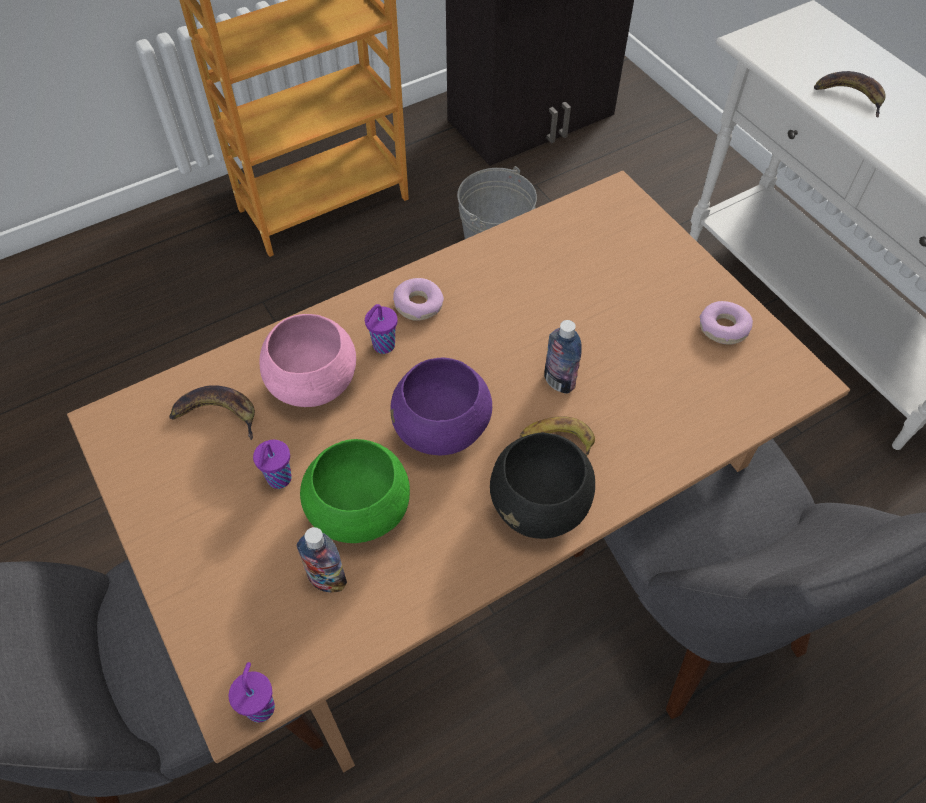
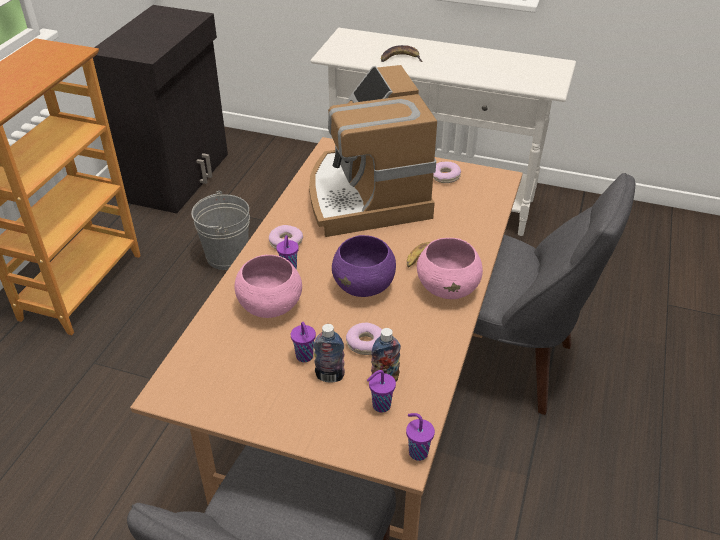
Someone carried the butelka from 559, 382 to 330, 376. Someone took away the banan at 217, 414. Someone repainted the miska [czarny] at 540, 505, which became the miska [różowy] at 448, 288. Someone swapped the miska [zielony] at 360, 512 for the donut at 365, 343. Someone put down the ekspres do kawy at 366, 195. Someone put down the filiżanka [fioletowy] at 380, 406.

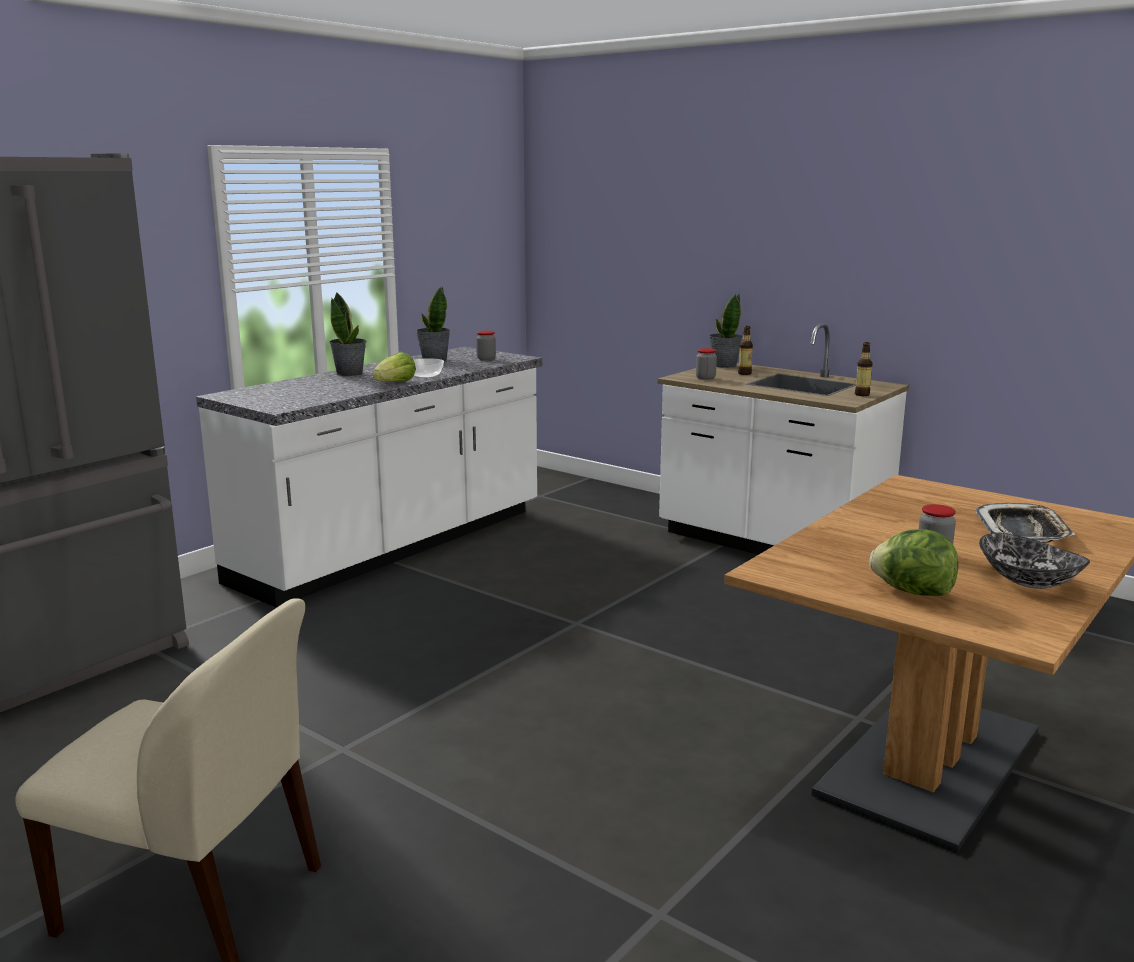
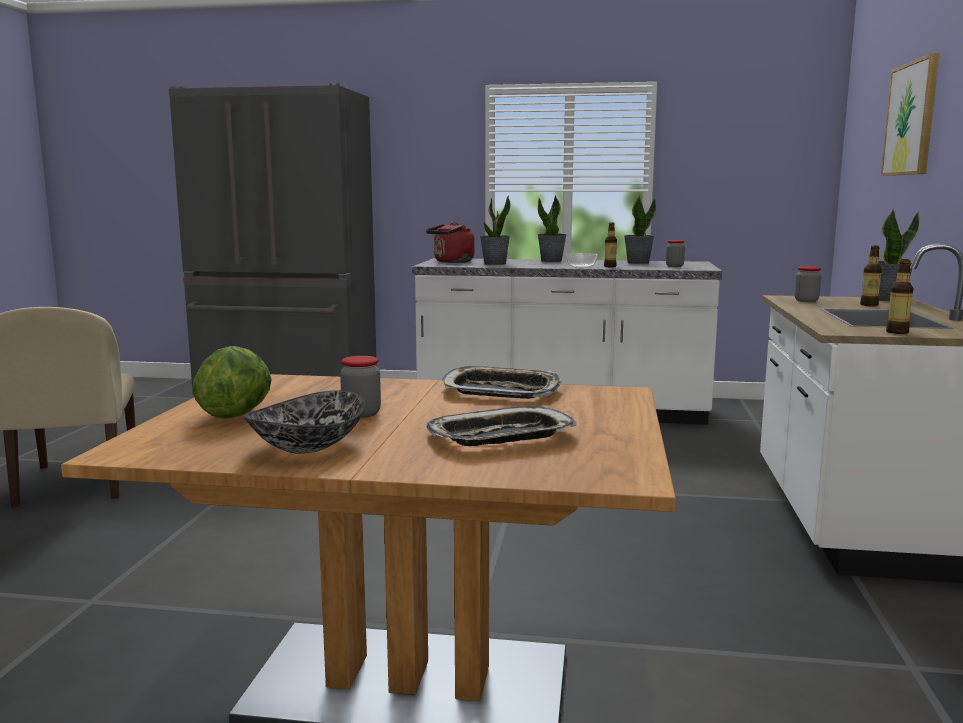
Someone took away the sałata at 395, 383. Someone put up the obraz at 911, 119. Someone put down the roślina doniczkowa at 495, 263. Someone put down the czajnik [czerwony] at 452, 262. Someone put down the butelka at 610, 266. Someone put down the taca at 501, 391.

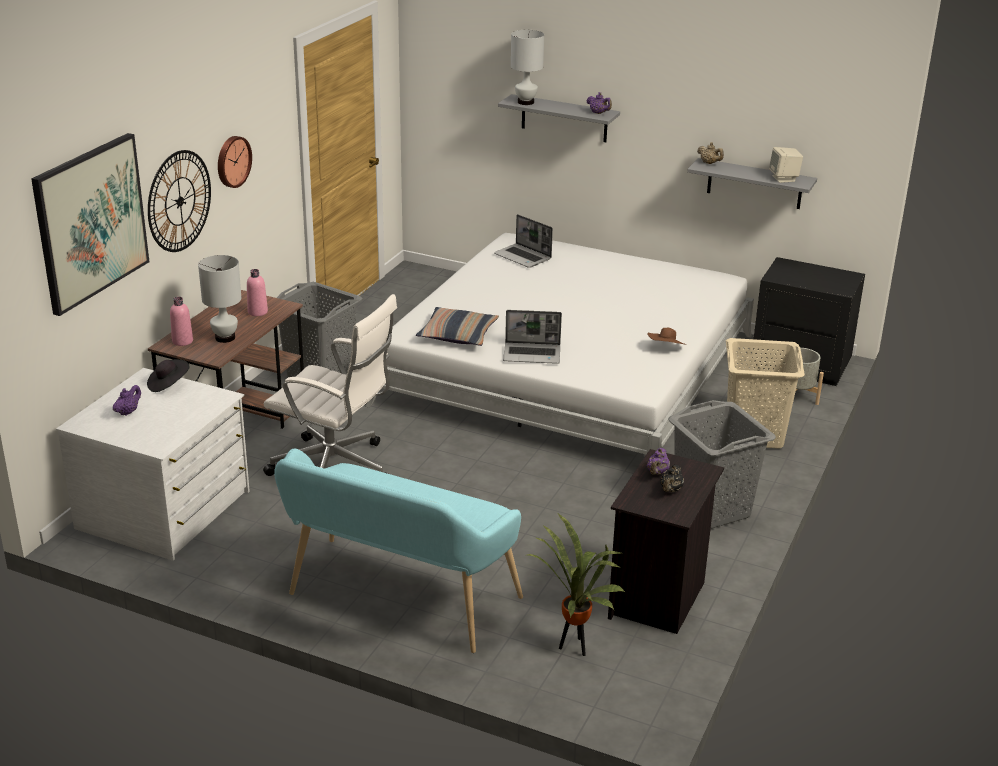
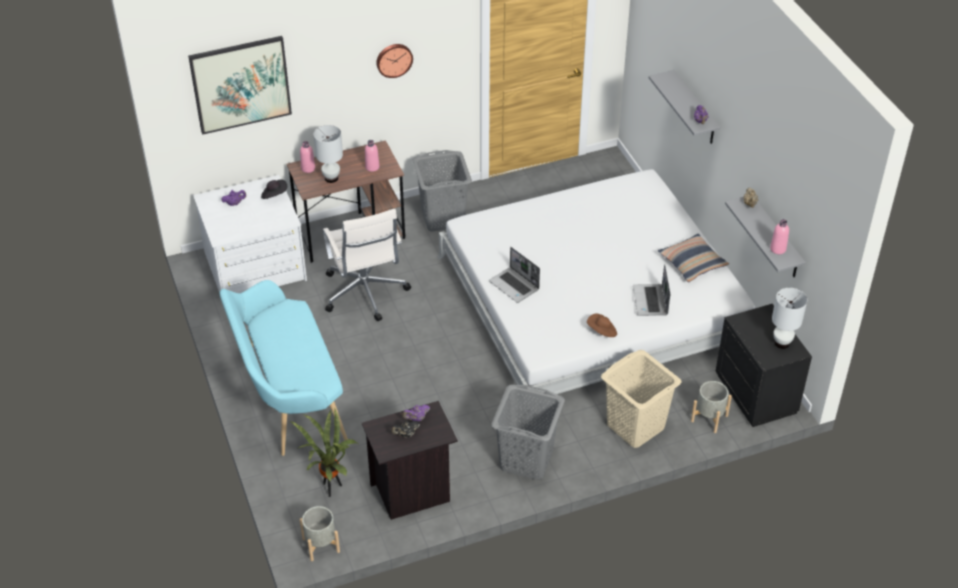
Someone carried the lampa stołowa [biały] from 525, 102 to 781, 343. Someone swapped the głośnik [beżowy] at 784, 178 for the butelka [różowy] at 778, 249. Someone took away the zegar ścienny at 179, 201. Someone carried the laptop from 523, 257 to 651, 301. Someone carried the poduszka from 458, 335 to 692, 263. Someone put down the donica [szary] at 320, 545.

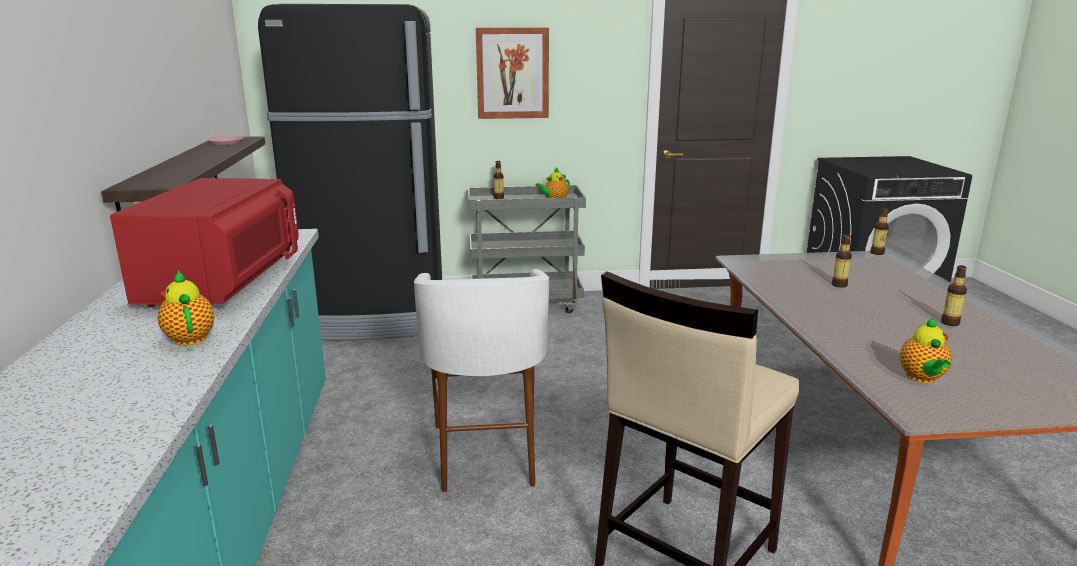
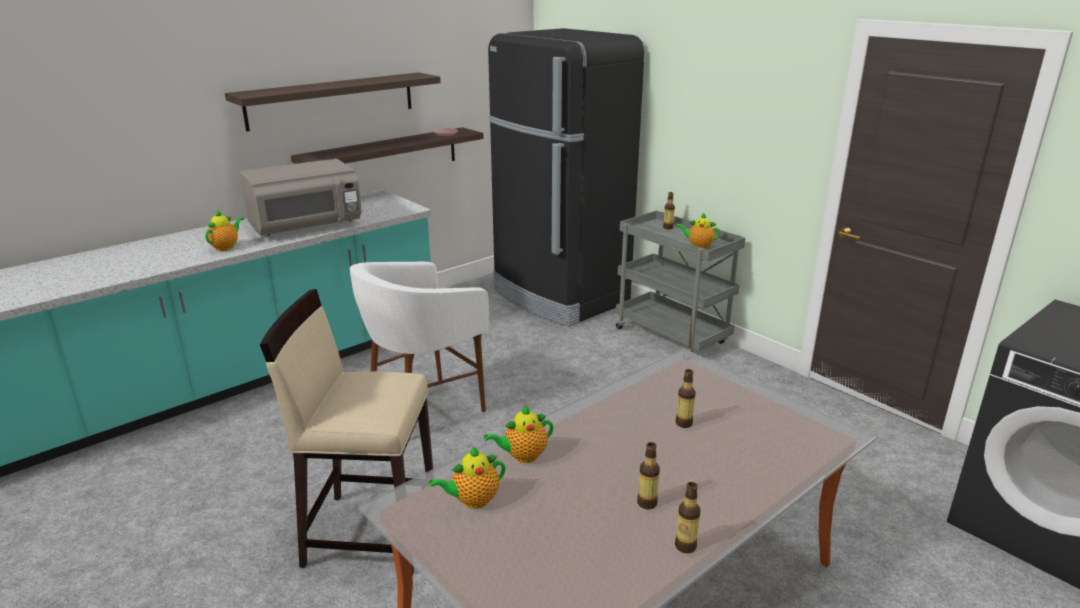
Someone took away the obraz at 512, 73. Someone repainted the mikrofalówka [czerwony] at 224, 284, which became the mikrofalówka [szary] at 306, 226. Someone carried the butelka from 877, 253 to 685, 546. Someone put up the półka at 332, 100. Someone put down the imbryk at 522, 456.

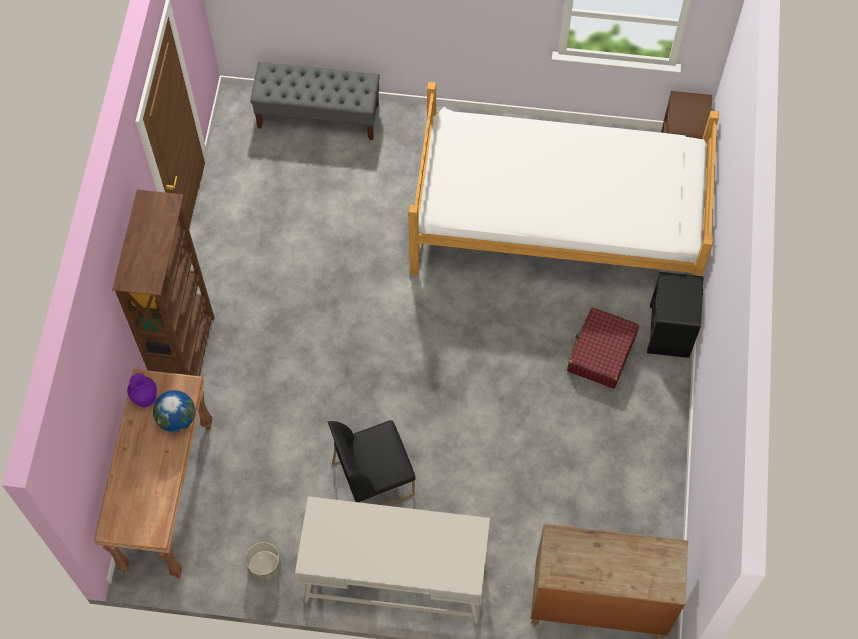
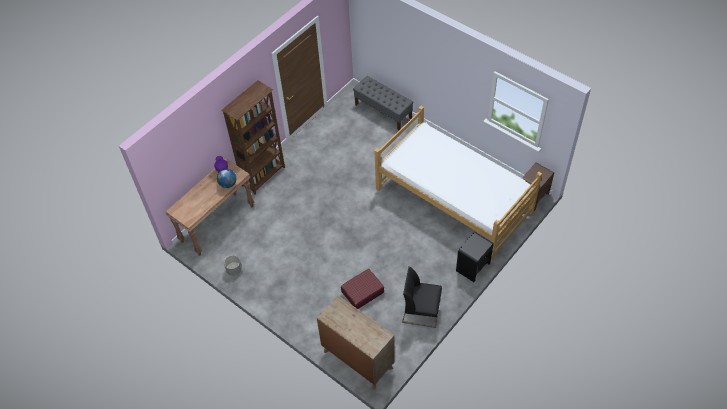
Someone carried the walizka [czerwony] from 601, 353 to 362, 292. Someone carried the krzesło [czarny] from 373, 478 to 421, 311. Someone took away the biurko [biały] at 395, 575.

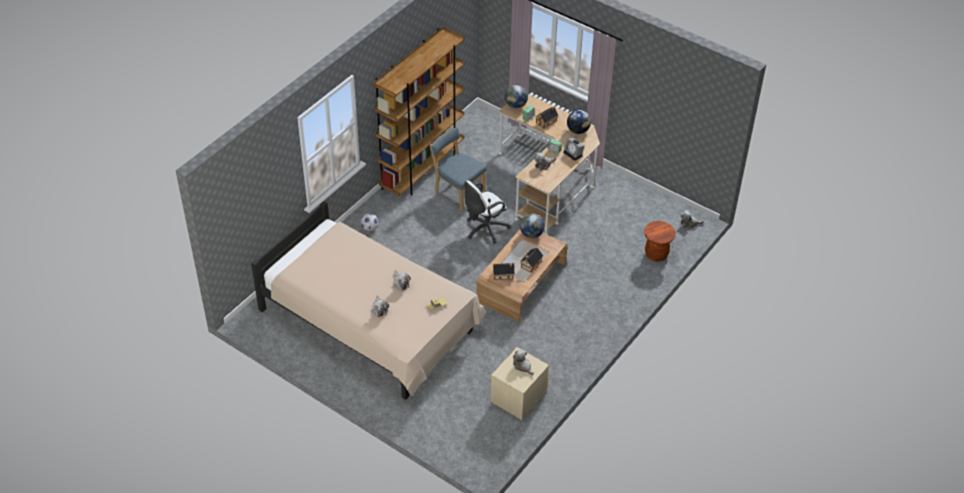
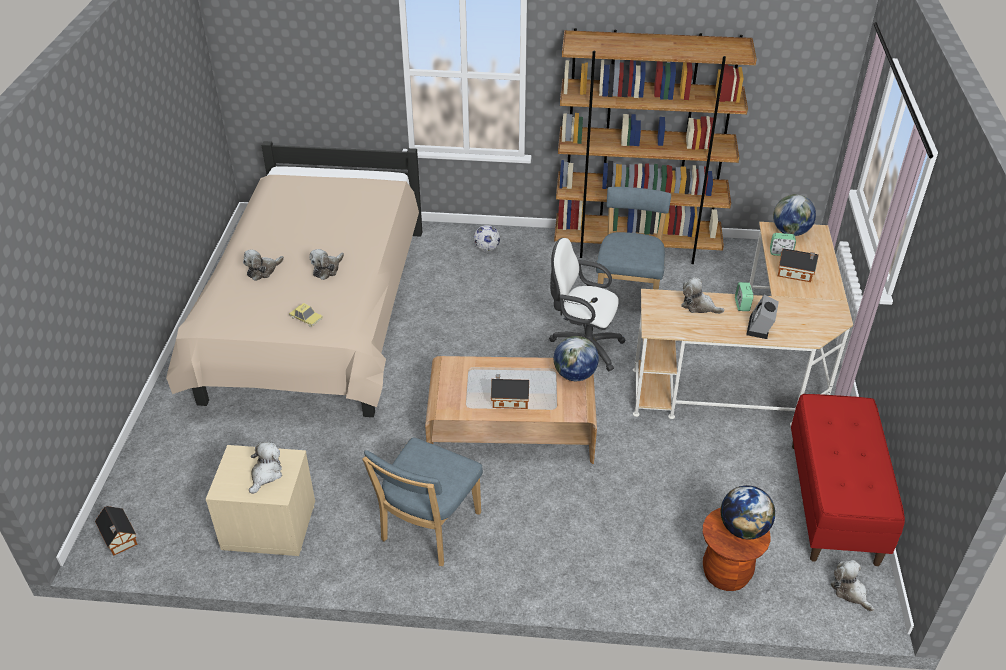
Someone carried the globus from 578, 130 to 743, 528. Someone carried the domek from 504, 275 to 119, 539. Someone put down the ławka [czerwony] at 834, 502. Someone put down the krzesło [niebieski] at 428, 530.

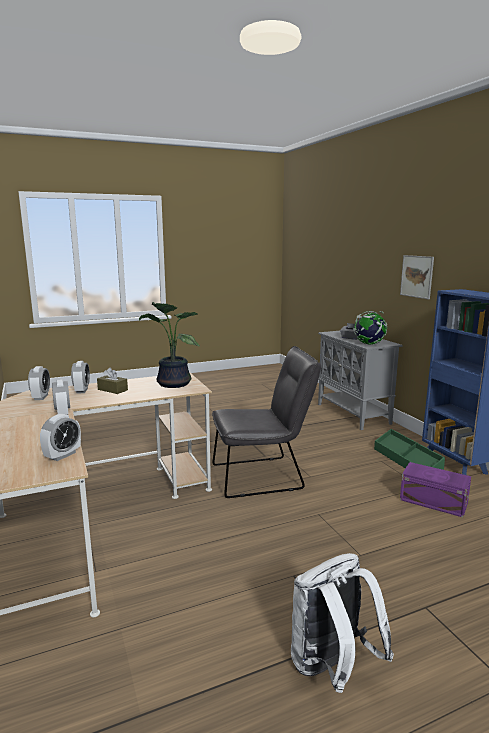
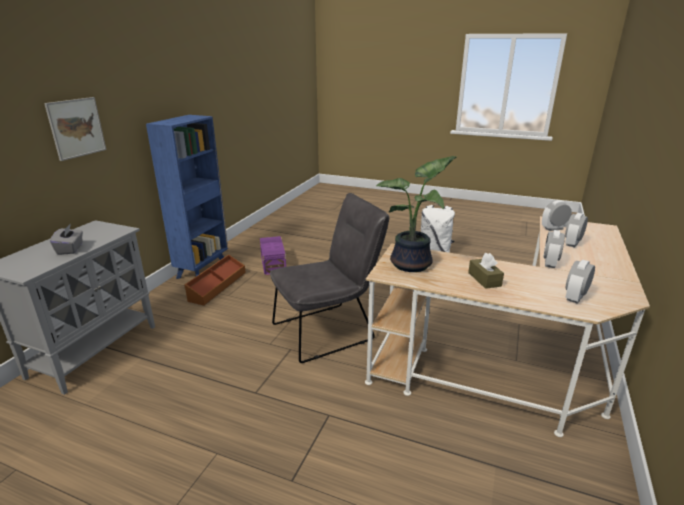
Someone took away the globus at 369, 344. Someone rotated the krzesło [szary] at 263, 476 by 120 degrees clockwise. Someone carried the budzik from 82, 390 to 572, 243. Someone repainted the pojemnik do przechowywania [zielony] at 407, 462, which became the pojemnik do przechowywania [brązowy] at 217, 286.

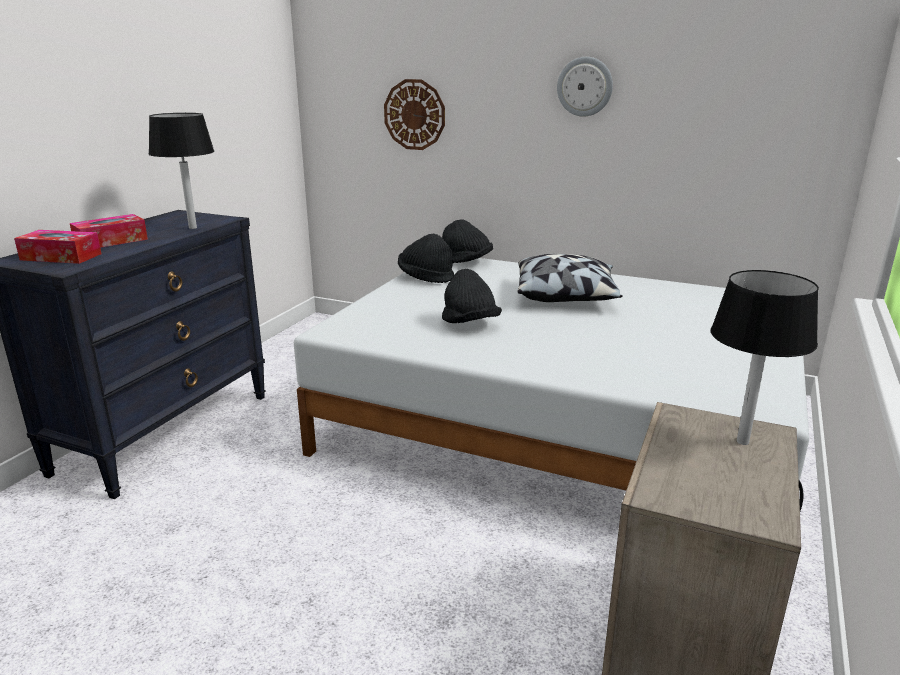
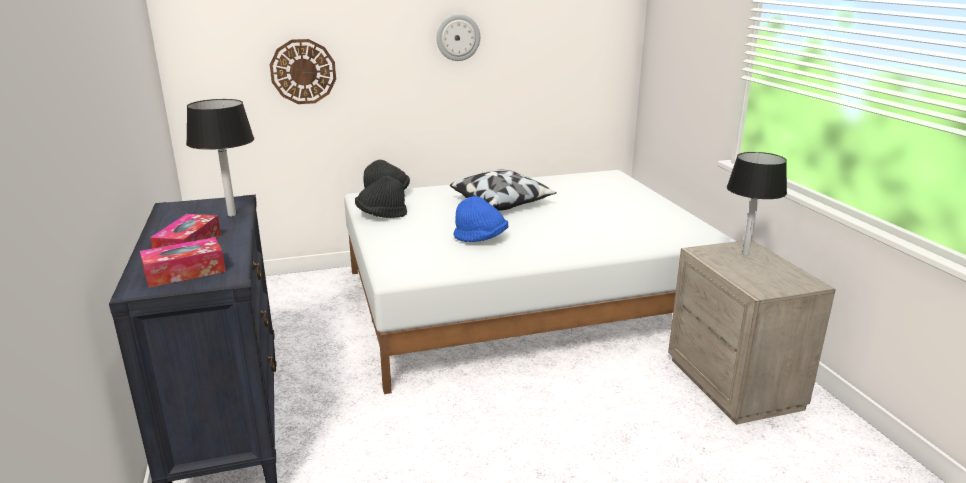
Someone repainted the kapelusz [czarny] at 469, 324, which became the kapelusz [niebieski] at 481, 239.

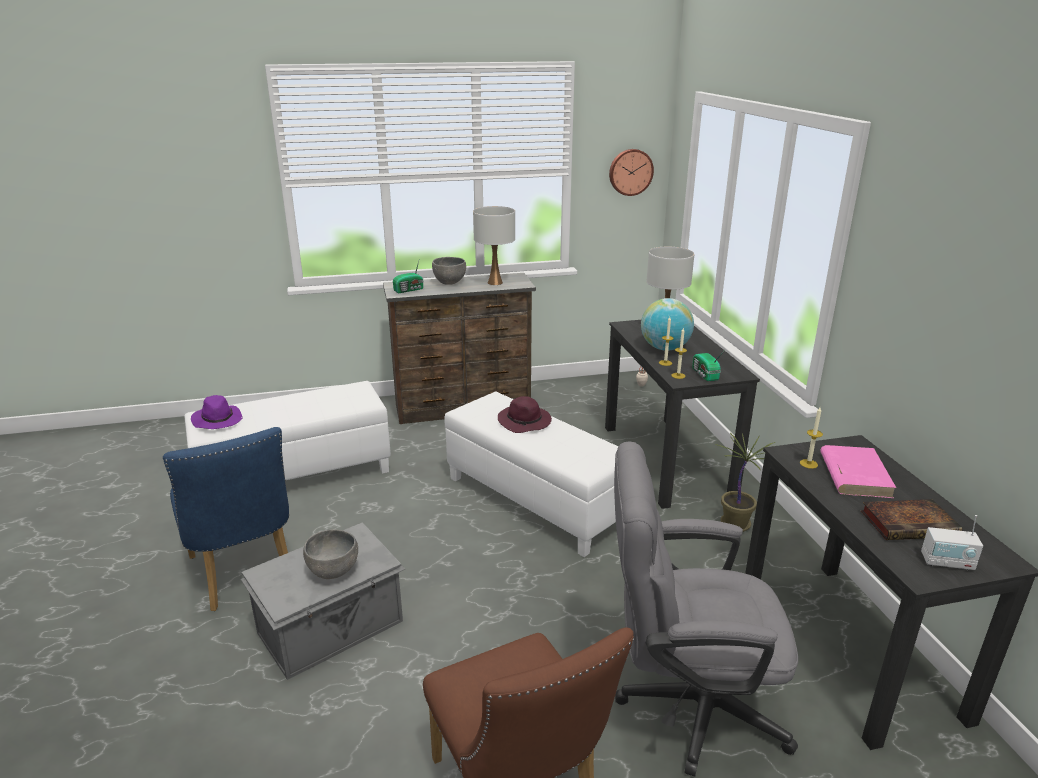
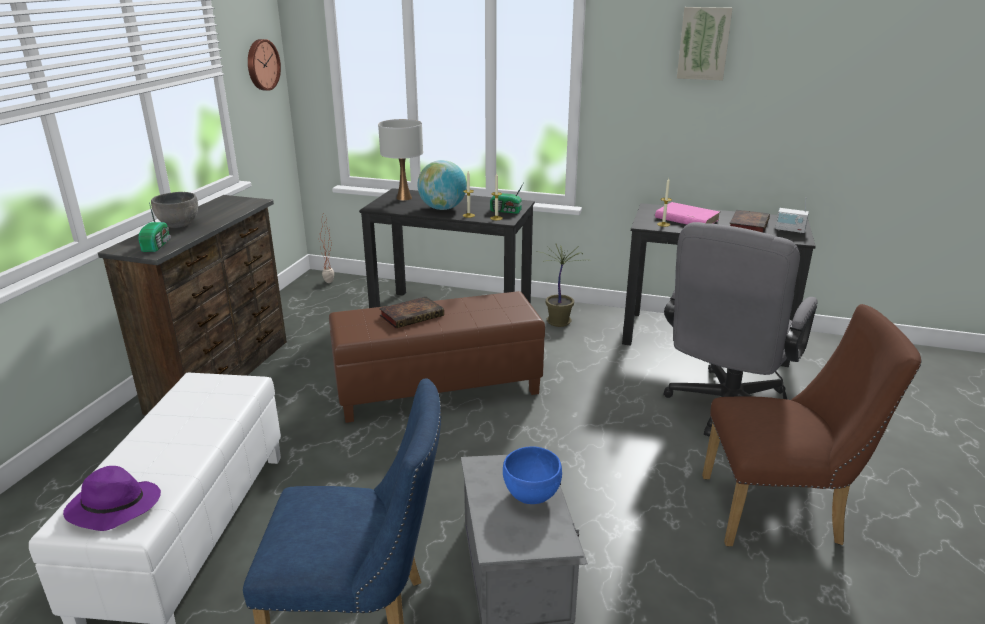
Someone took away the lampa stołowa [biały] at 494, 282. Someone repainted the pufa [biały] at 537, 500, which became the pufa [brązowy] at 438, 388. Someone swapped the kapelusz [fioletowy] at 525, 422 for the książka at 413, 315. Someone rotated the radio at 947, 562 by 75 degrees clockwise. Someone repainted the miska [szary] at 332, 571, which became the miska [niebieski] at 531, 495. Someone put up the obraz at 704, 43.

